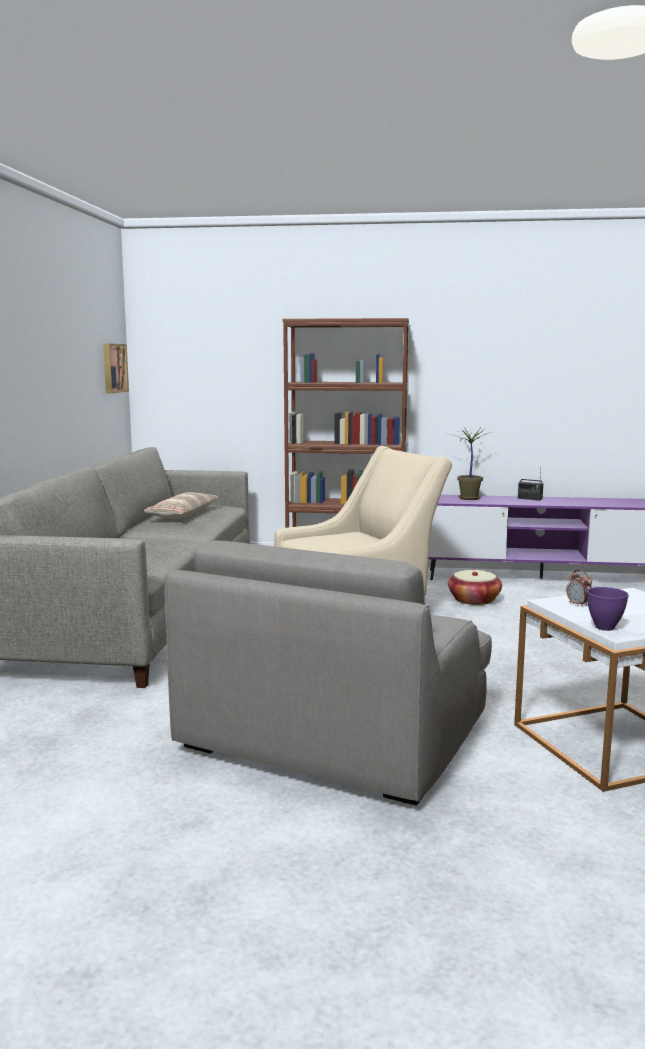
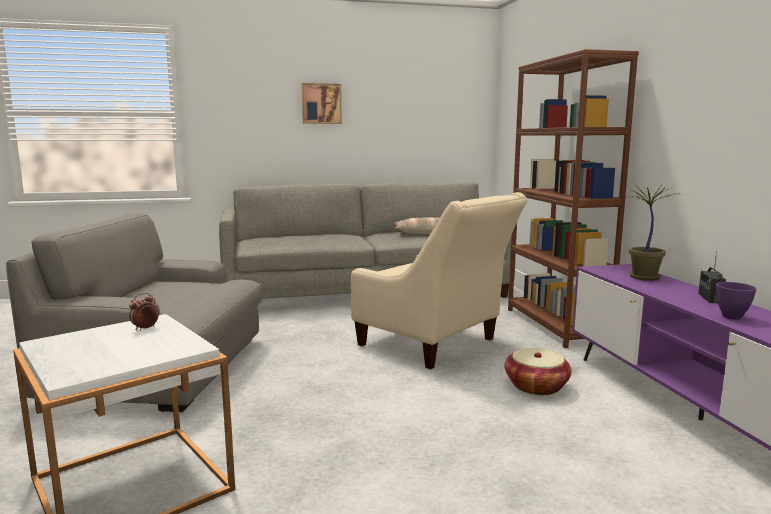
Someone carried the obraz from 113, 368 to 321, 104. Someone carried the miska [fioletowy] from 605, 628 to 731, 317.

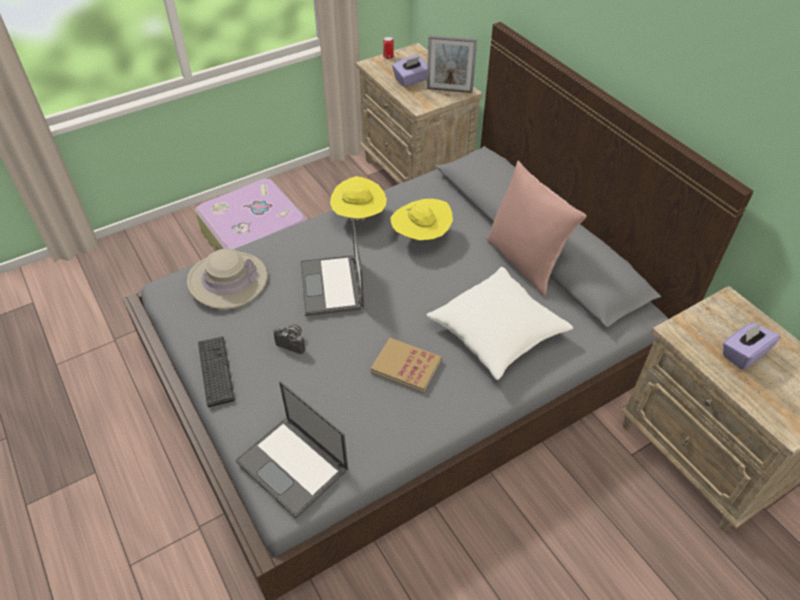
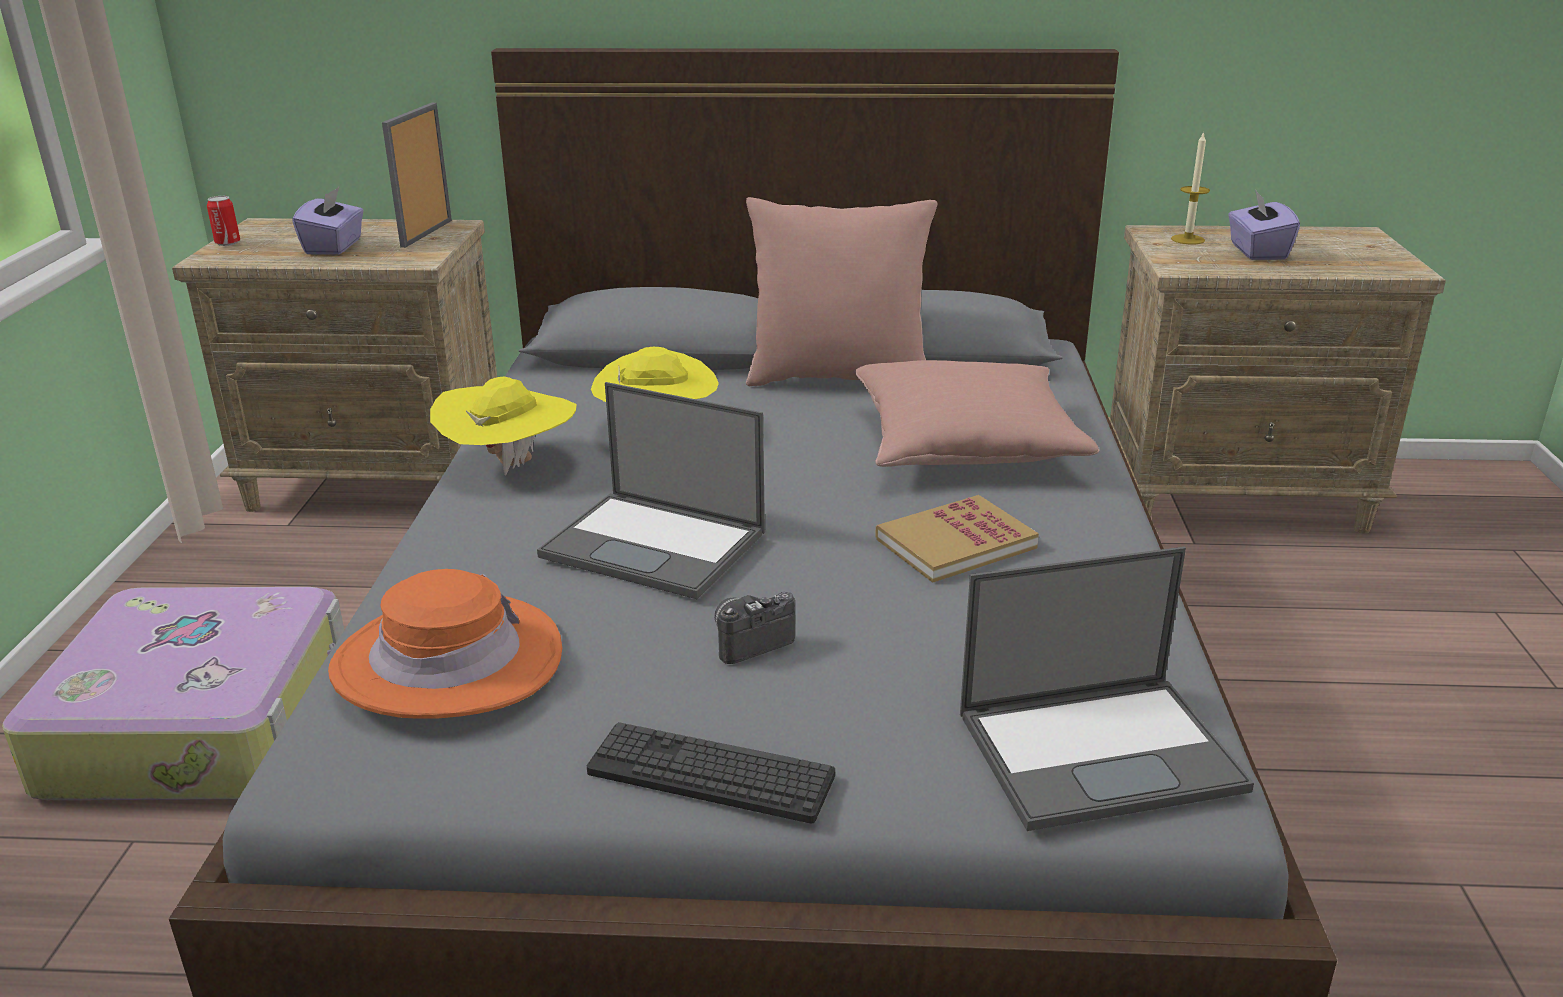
Someone rotated the ramka na zdjęcie at 449, 90 by 150 degrees clockwise. Someone repainted the kapelusz [beżowy] at 228, 280, which became the kapelusz [pomarańczowy] at 448, 661. Someone repainted the poduszka [biały] at 497, 332, which became the poduszka [różowy] at 966, 445. Someone put down the świeca at 1187, 239.

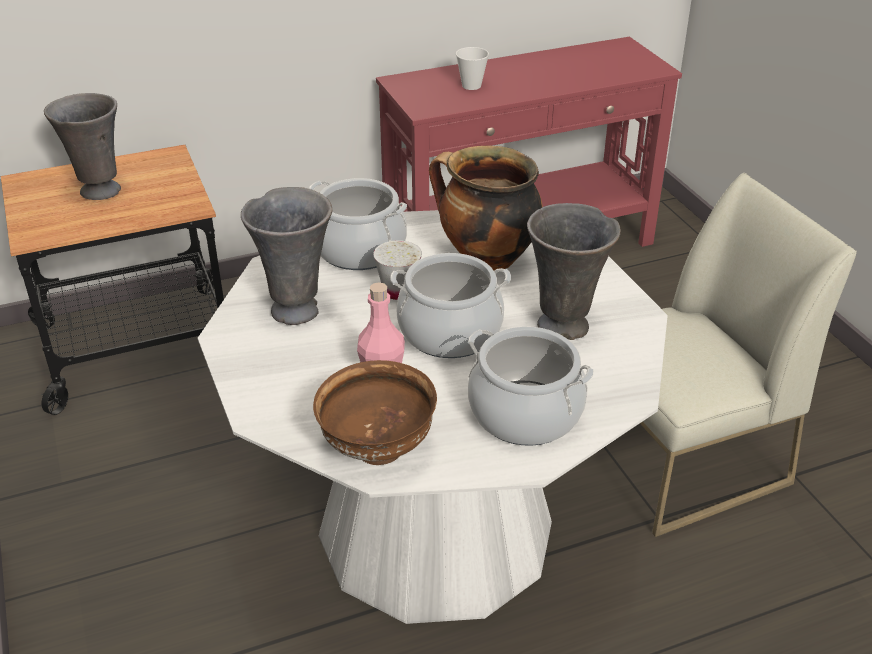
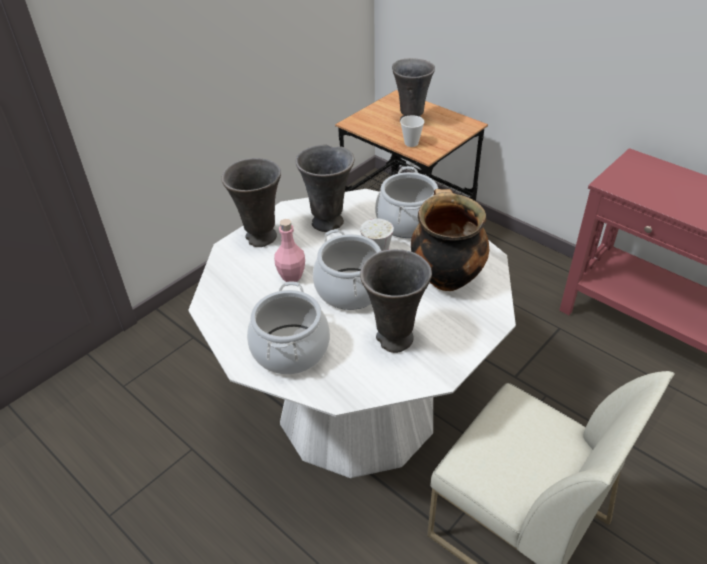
Someone carried the filiżanka from 471, 86 to 411, 143. Someone took away the miska [brązowy] at 378, 451. Someone put down the wazon [szary] at 260, 238.

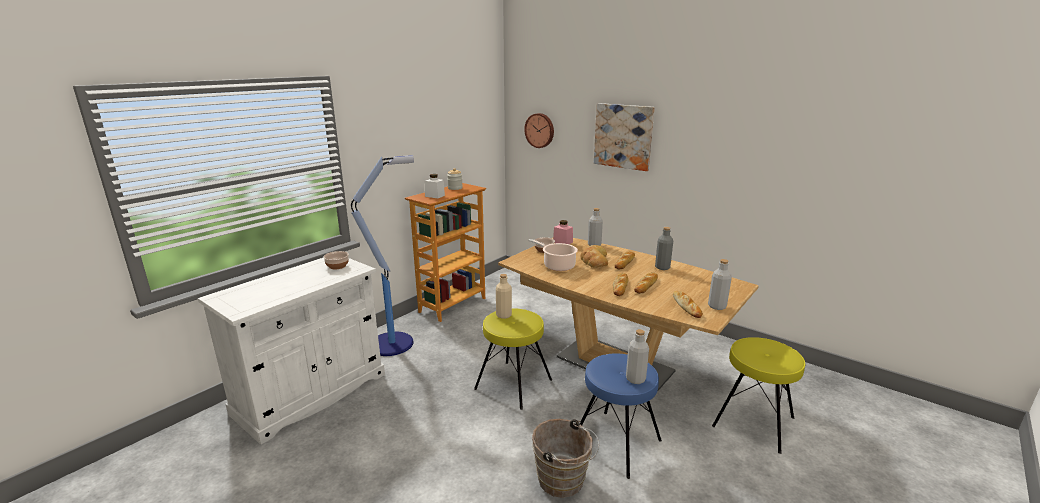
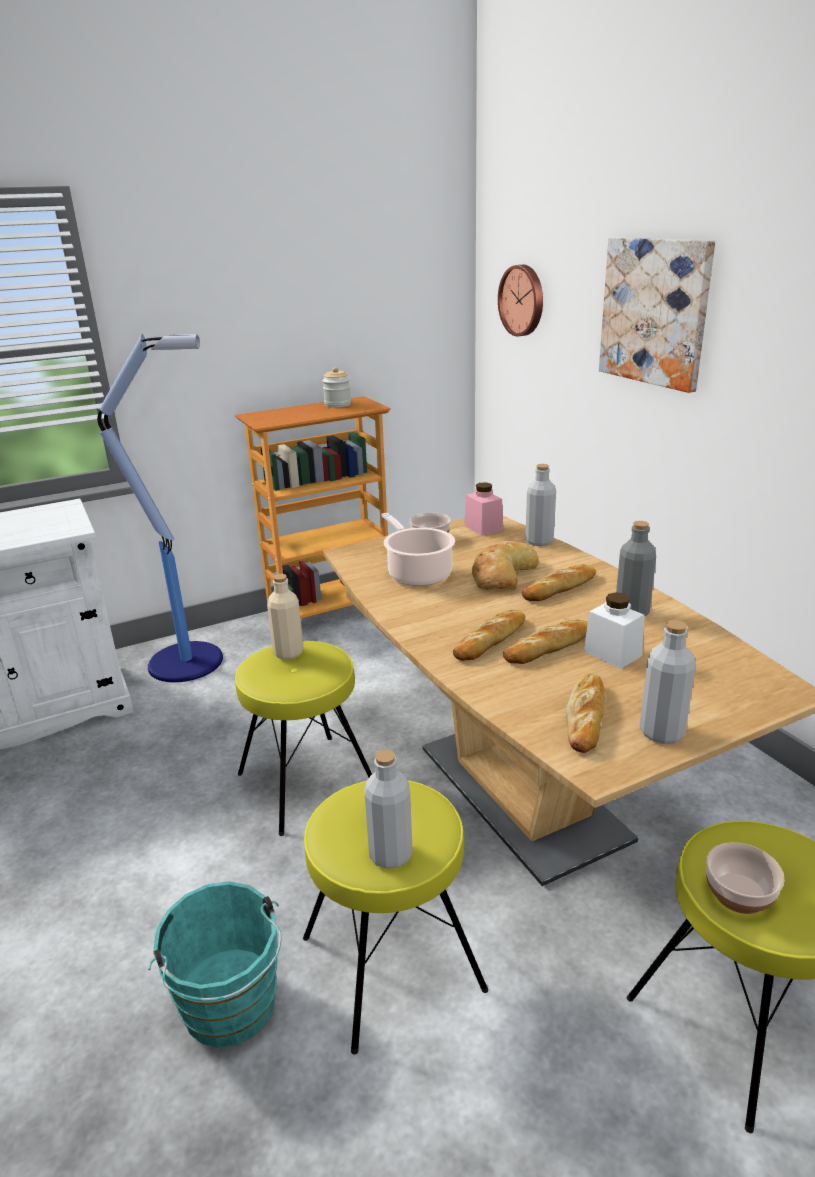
Someone carried the słoik [biały] from 435, 196 to 612, 653. Someone carried the miska from 337, 266 to 738, 894. Someone repainted the stołek [niebieski] at 615, 442, which became the stołek [żółty] at 390, 962. Someone repainted the wiadro [brązowy] at 564, 481, which became the wiadro [turkusowy] at 232, 1011.

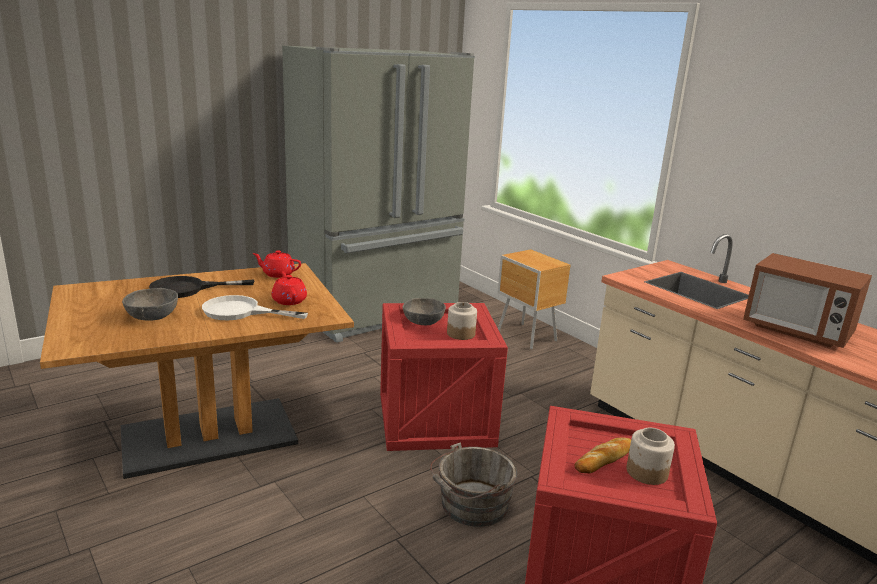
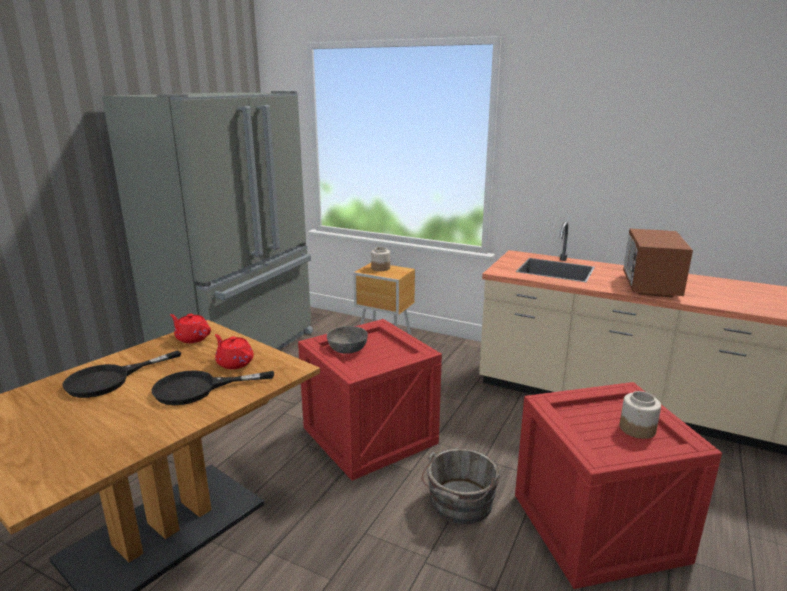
Someone rotated the imbryk [czerwony] at 277, 274 by 45 degrees clockwise. Someone rotated the mikrofalówka at 797, 330 by 90 degrees clockwise. Someone took away the miska [szary] at 152, 316. Someone repainted the patelnia [biały] at 241, 312, which became the patelnia [czarny] at 197, 389. Someone carried the słoik from 461, 334 to 380, 268. Someone took away the chleb at 604, 459.

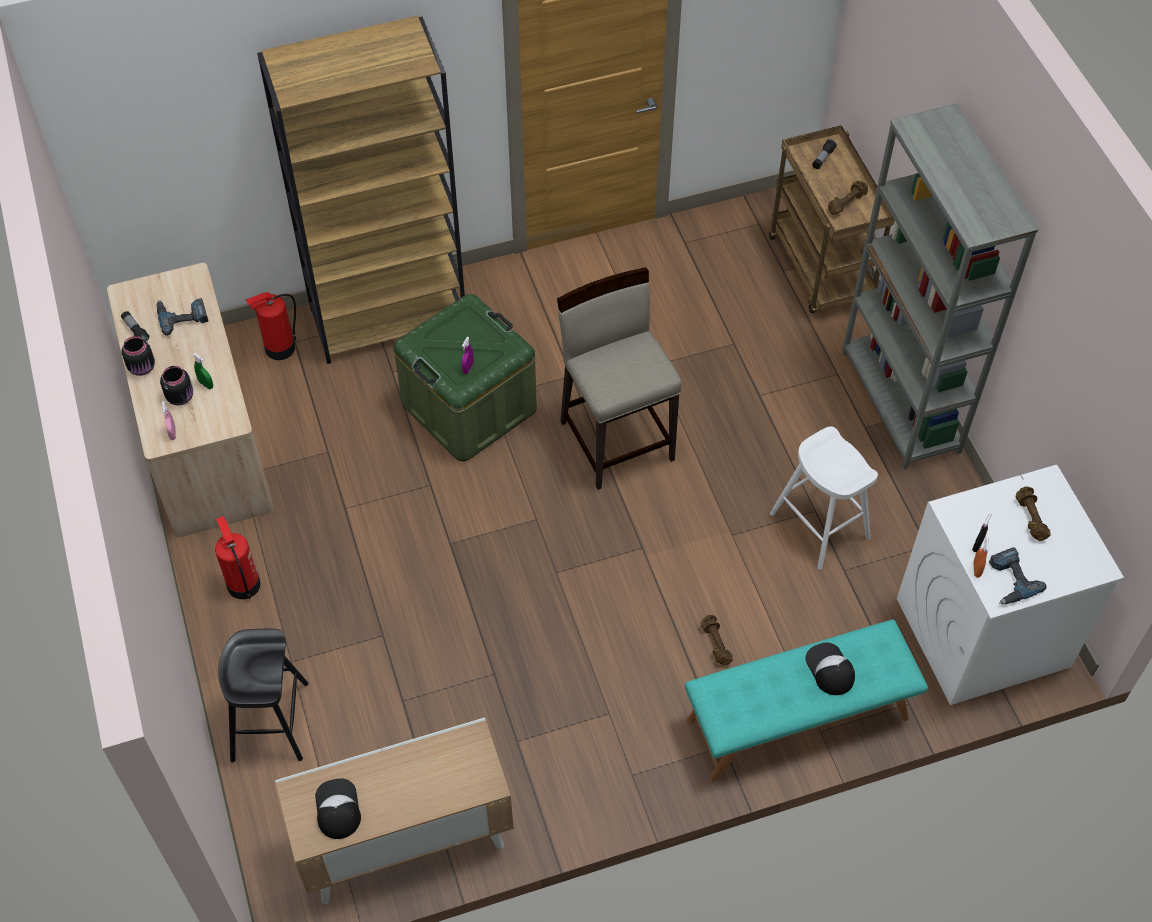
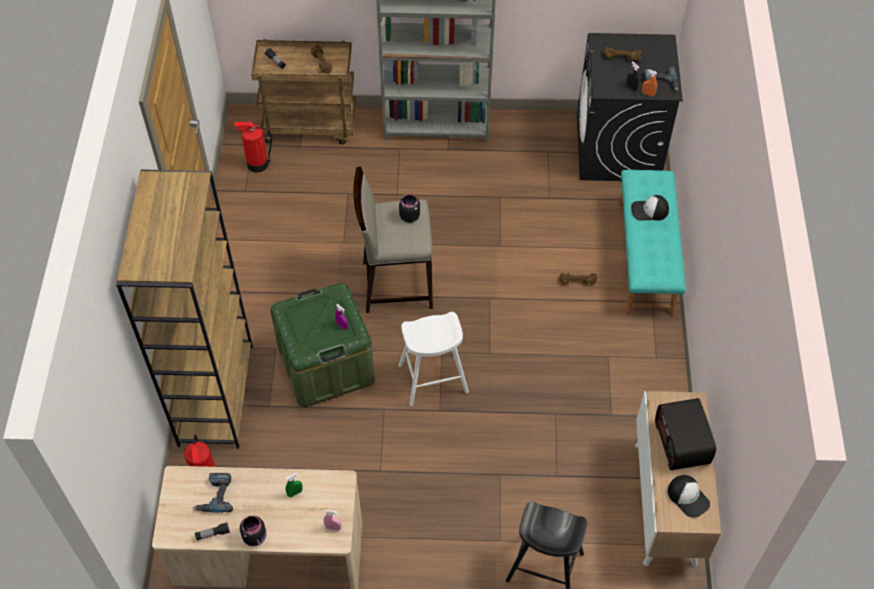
Someone carried the słoik [czarny] from 181, 396 to 409, 216. Someone carried the stołek [biały] from 820, 526 to 433, 378. Someone repainted the pralka [biały] at 982, 633, which became the pralka [czarny] at 618, 149. Someone carried the gaśnica from 243, 584 to 257, 164. Someone rotated the czapka z daszkiem at 337, 809 by 135 degrees counterclockwise. Someone put down the radio at 683, 443.

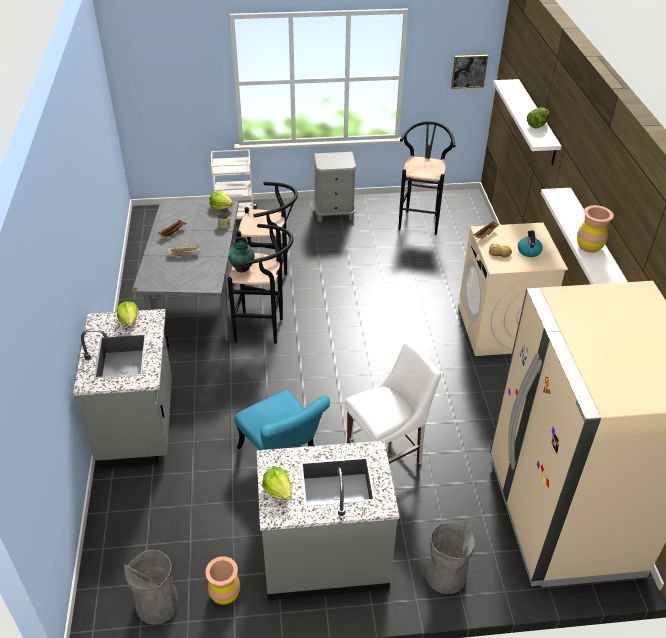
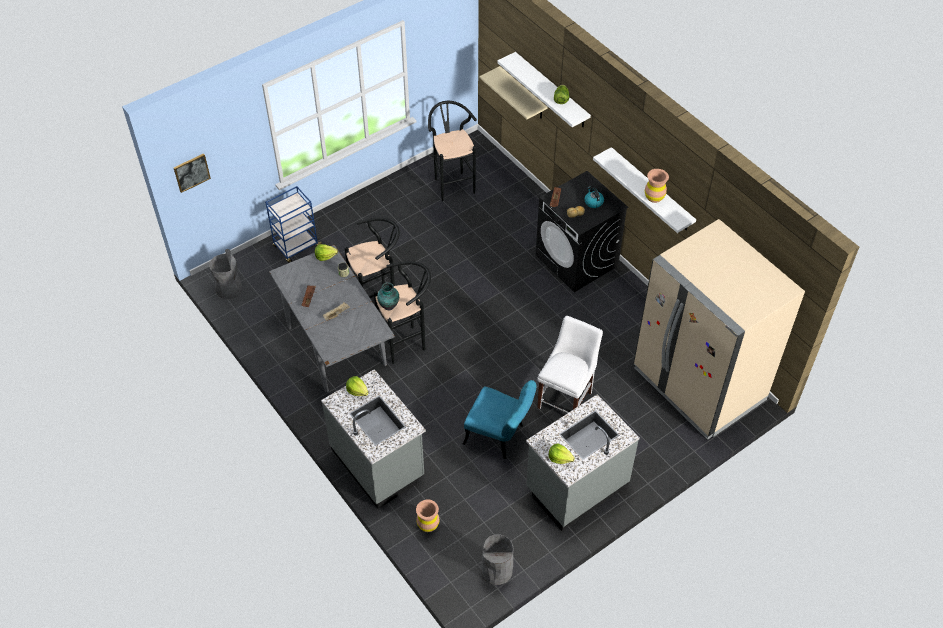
Someone carried the obraz from 469, 71 to 191, 172. Someone repainted the wózek [biały] at 236, 217, which became the wózek [niebieski] at 296, 247. Someone took away the szafka nocna [szary] at 334, 213. Someone repainted the pralka [beżowy] at 500, 329, which became the pralka [czarny] at 577, 261. Someone carried the kosz na śmieci [szary] from 445, 575 to 229, 289. Someone carried the wazon [brązowy] from 225, 594 to 428, 524. Someone put up the półka [beżowy] at 523, 94.

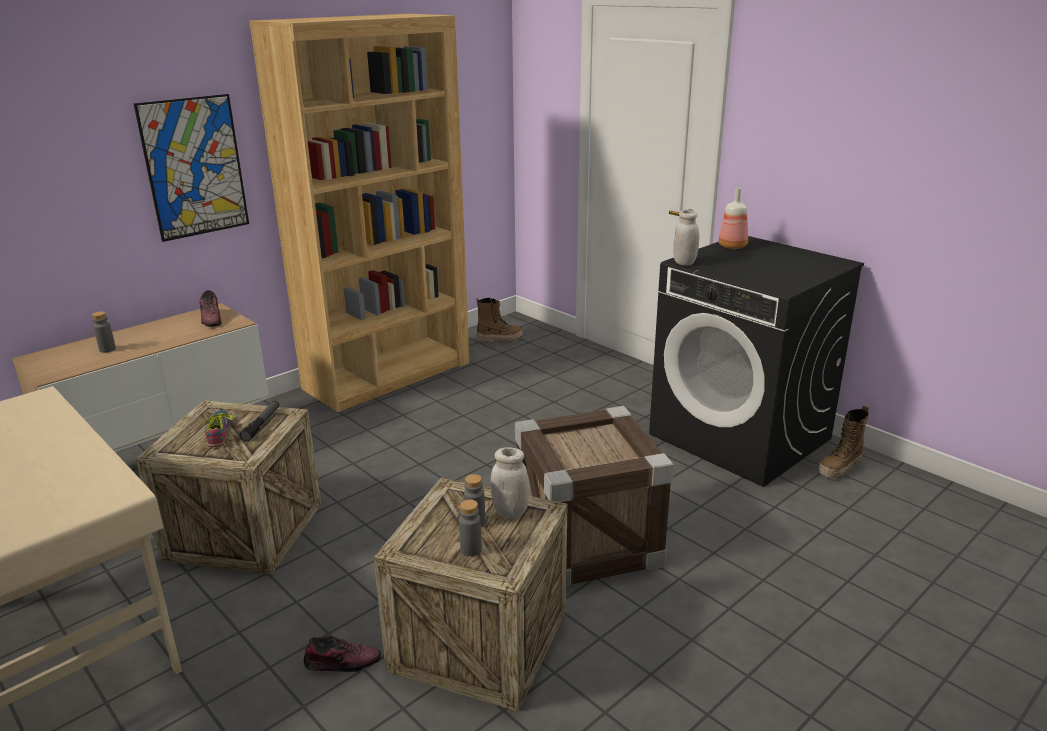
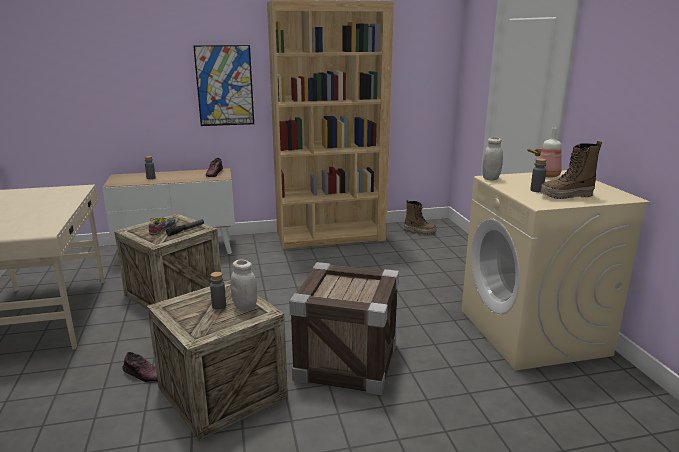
Someone repainted the pralka [czarny] at 741, 437, which became the pralka [beżowy] at 533, 332. Someone carried the but z cholewką from 839, 468 to 566, 196. Someone carried the butelka [szary] from 471, 549 to 536, 190.

